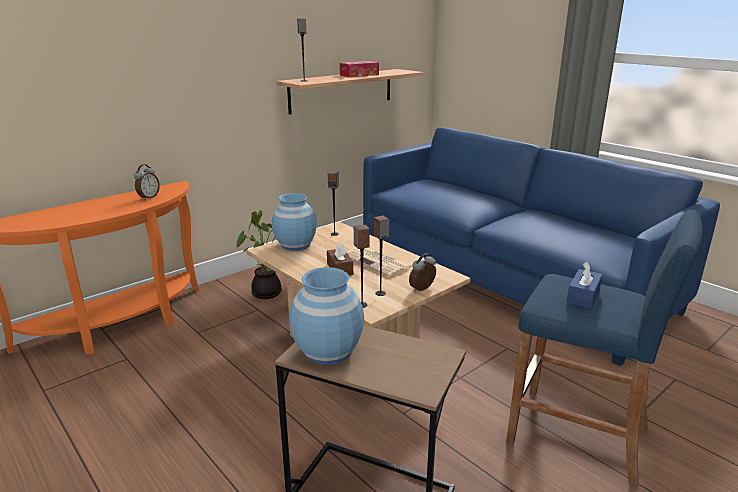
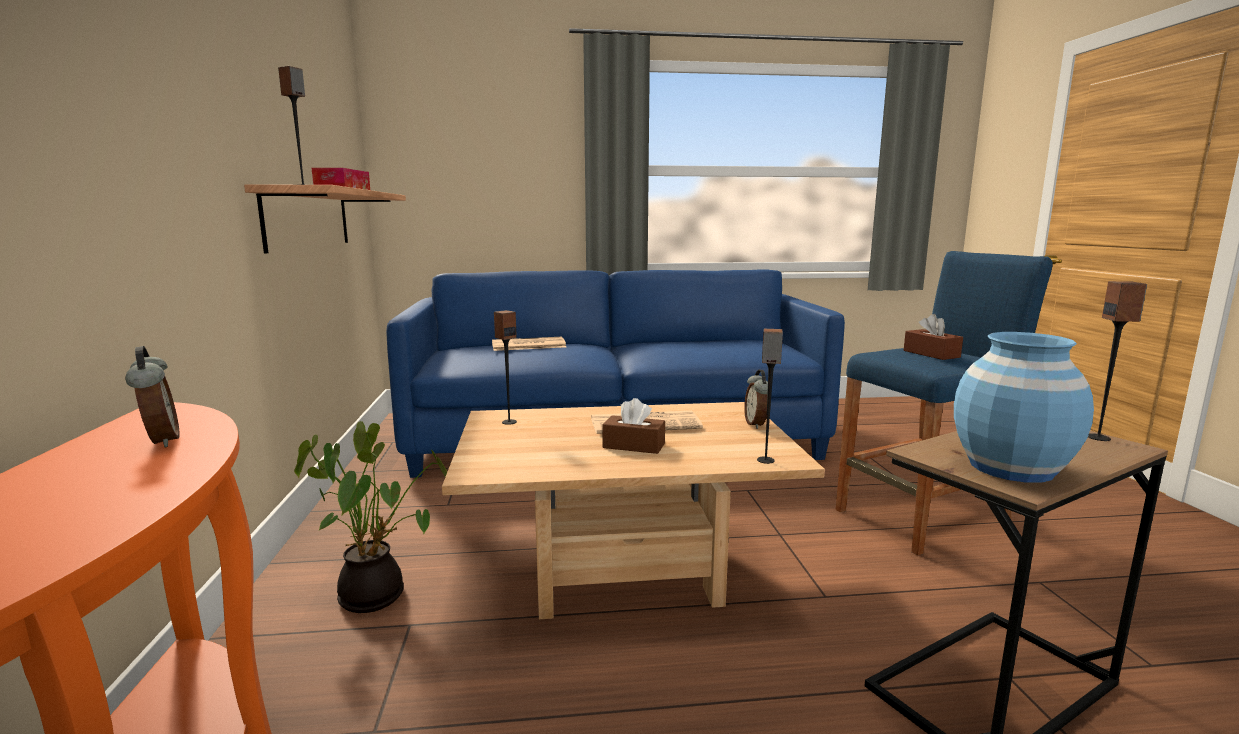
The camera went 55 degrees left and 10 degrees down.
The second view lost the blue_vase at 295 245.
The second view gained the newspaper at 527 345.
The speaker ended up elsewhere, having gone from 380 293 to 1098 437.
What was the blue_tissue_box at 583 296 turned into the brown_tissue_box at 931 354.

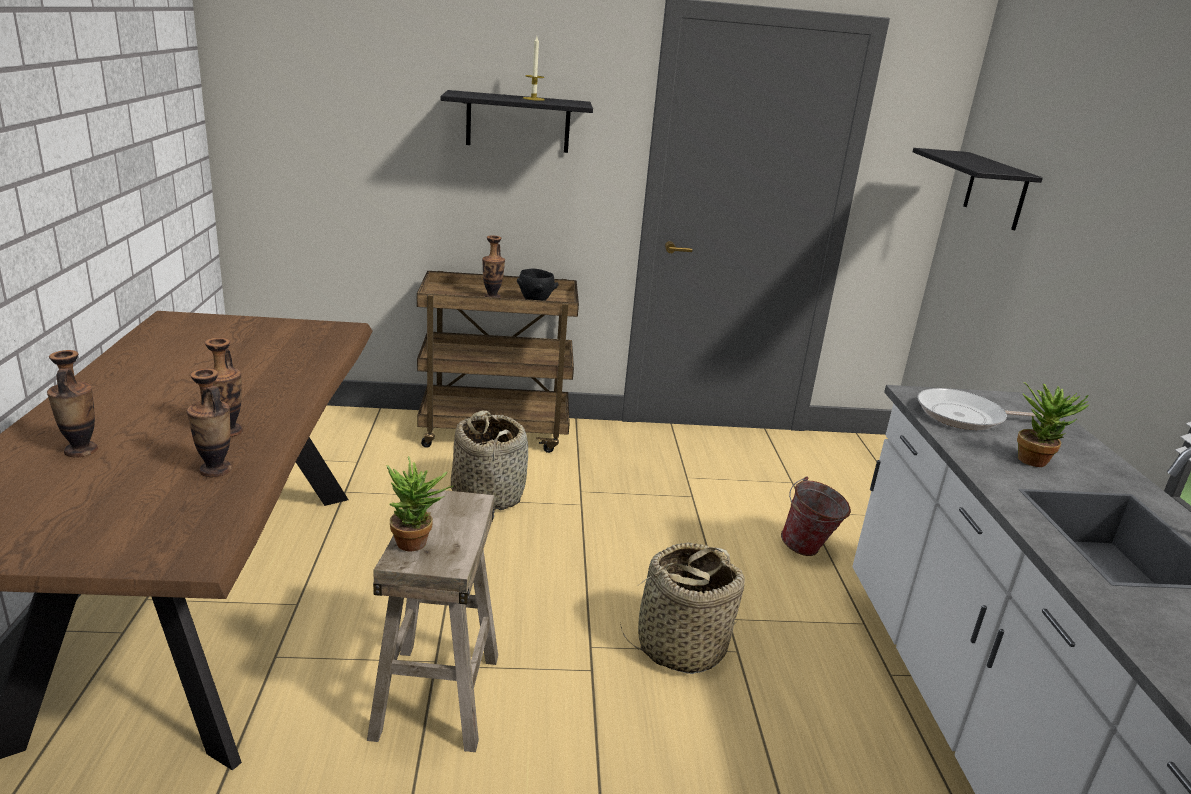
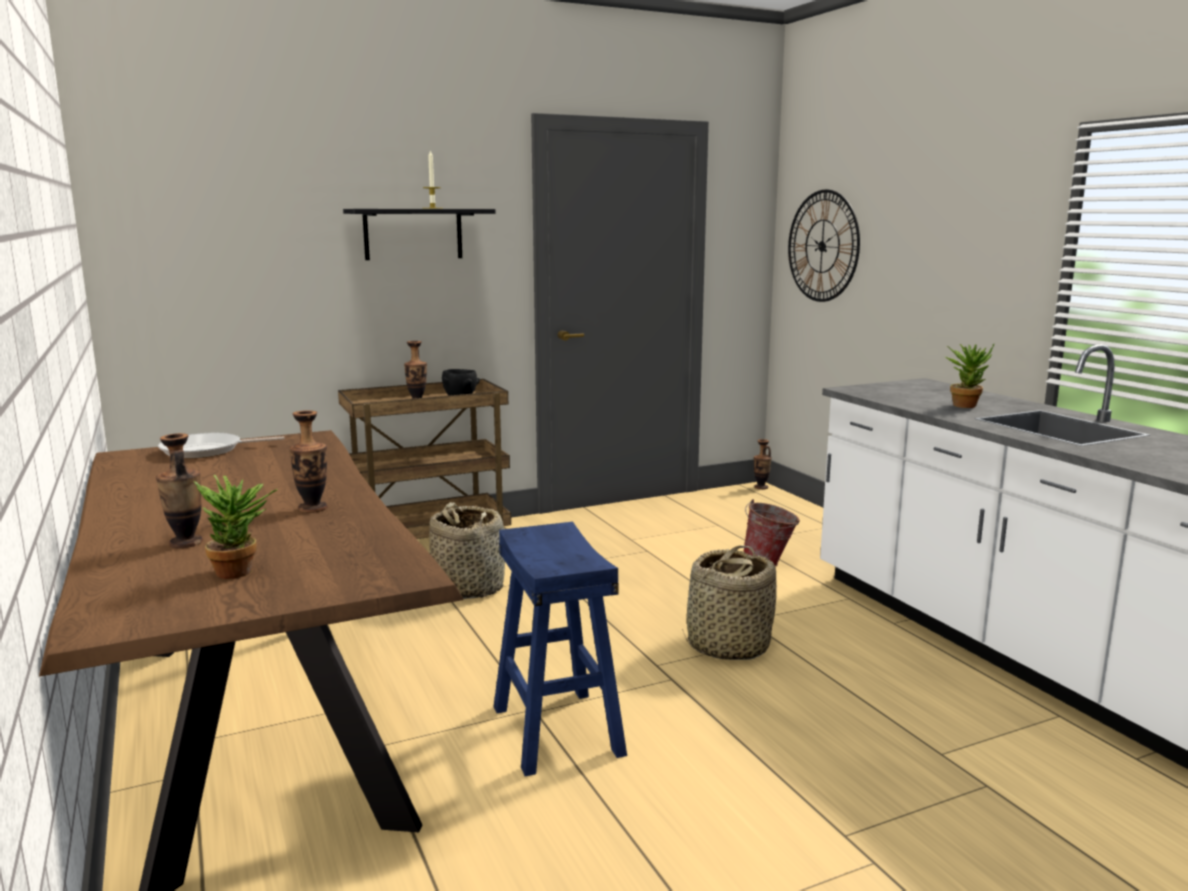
The camera went 20 degrees left and 10 degrees down.
The vase ended up elsewhere, having gone from 215 470 to 761 487.
The potted_plant ended up elsewhere, having gone from 417 544 to 242 572.
The frying_pan ended up elsewhere, having gone from 965 416 to 207 451.
Where the black_shelf hung at 995 191, the wall_clock came to hang at 822 246.
What was the beige_stool at 438 695 turned into the blue_stool at 558 730.

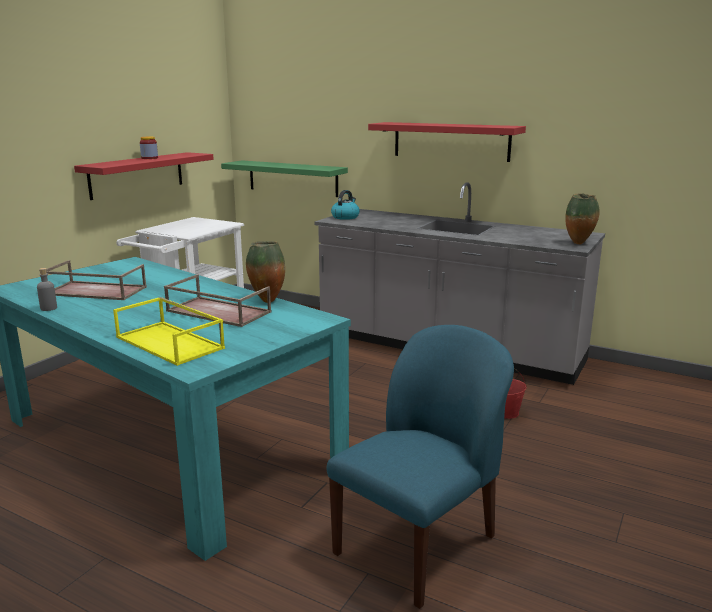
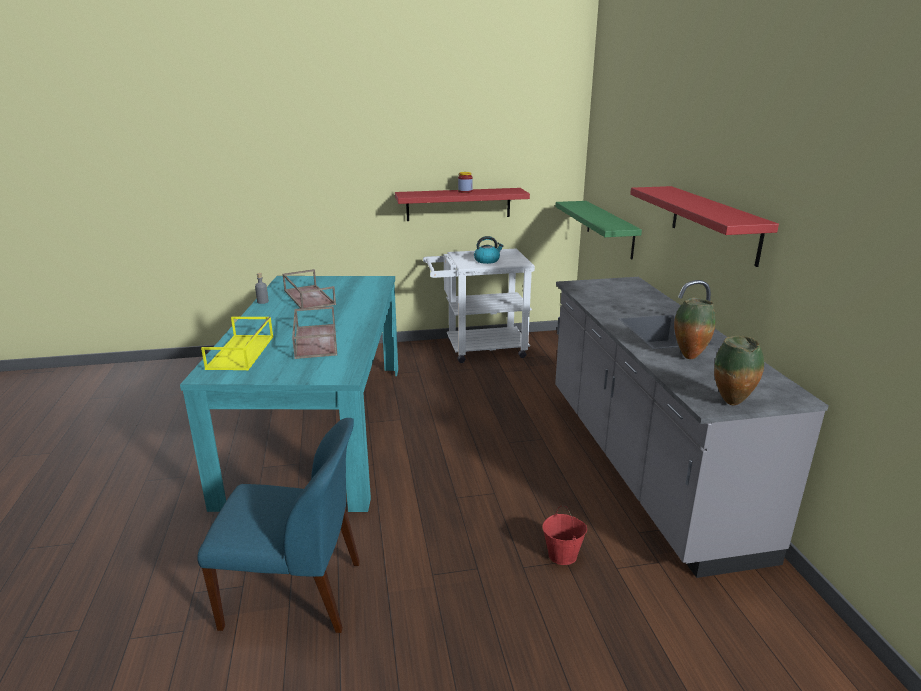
The camera went 50 degrees right and 5 degrees up.
The vase ended up elsewhere, having gone from 266 301 to 688 356.
The kettle ended up elsewhere, having gone from 345 217 to 487 260.

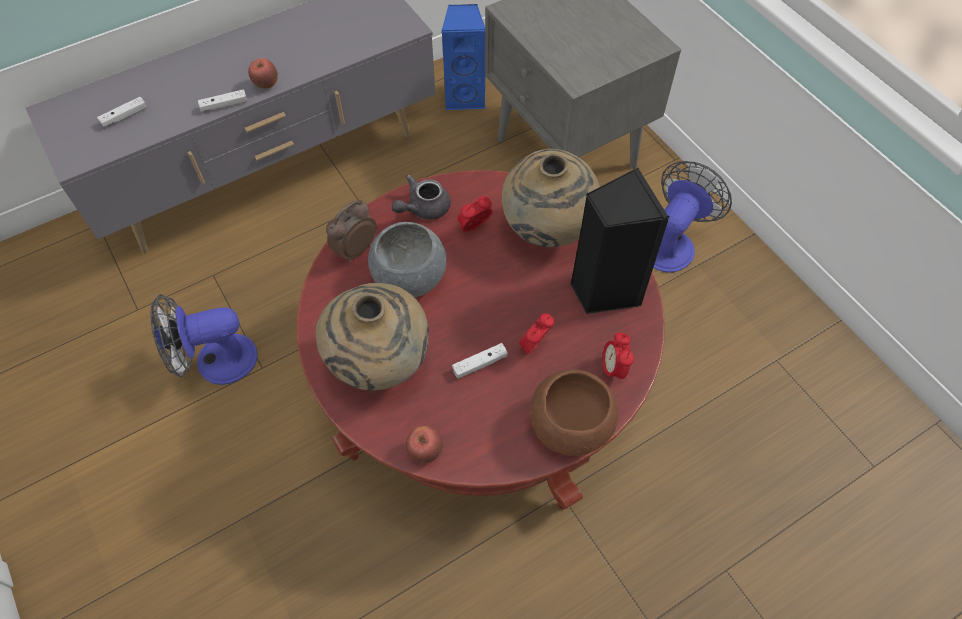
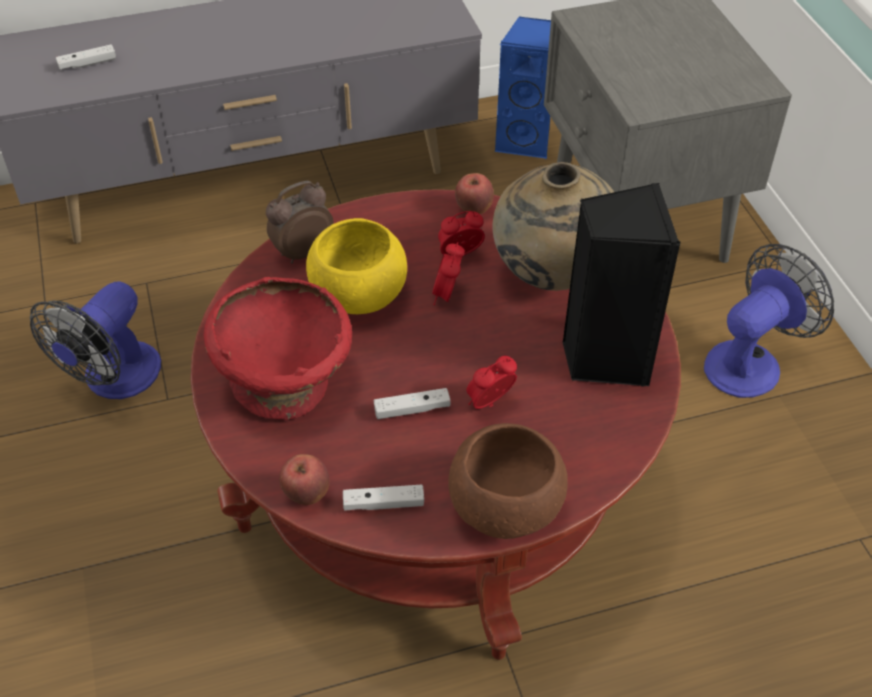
The camera went 15 degrees right and 10 degrees down.
The second view lost the grey_teapot at 423 208.
The white_game_controller ended up elsewhere, having gone from 224 105 to 383 504.
The apple ended up elsewhere, having gone from 266 84 to 474 209.
The alarm_clock ended up elsewhere, having gone from 613 369 to 447 295.
Where the beige_vase stood at 380 364, the red_bowl came to stand at 287 383.
What was the grey_bowl at 409 277 turned into the yellow_bowl at 358 294.
The fan at 215 362 ended up facing another way, 60 degrees counterclockwise from before.

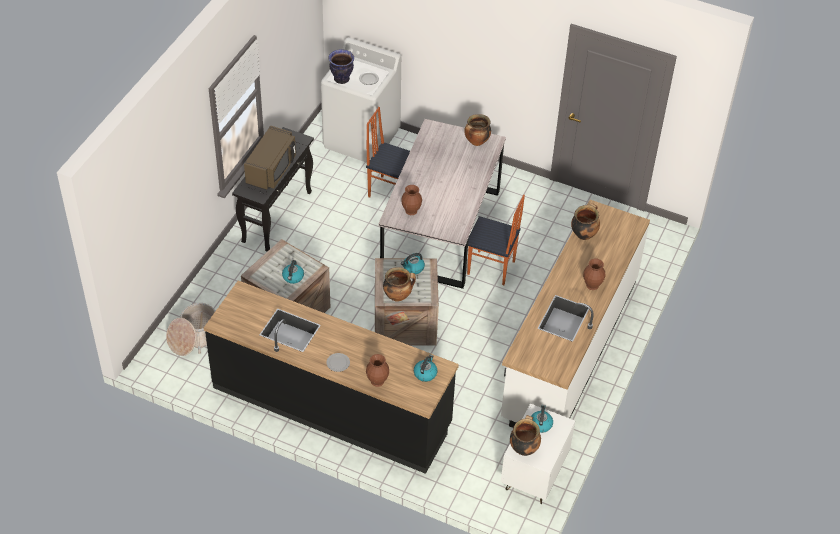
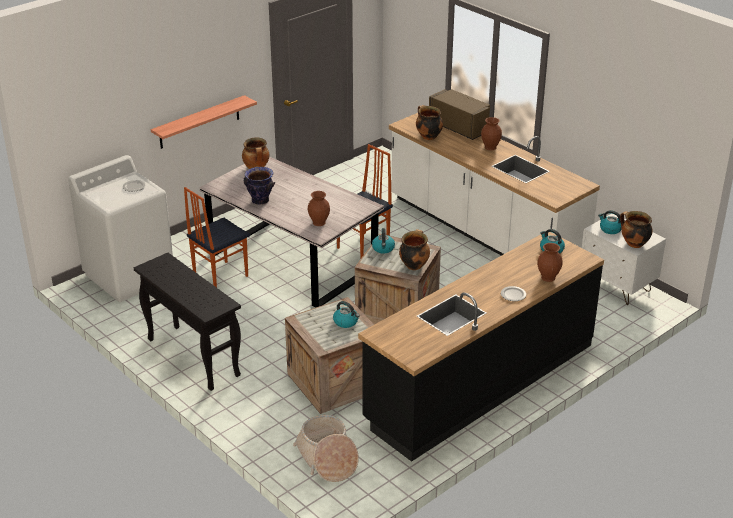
The camera went 65 degrees left and 15 degrees down.
The second view gained the shelf at 199 122.
The brown_microwave ended up elsewhere, having gone from 272 169 to 459 127.
The vase ended up elsewhere, having gone from 341 79 to 260 201.

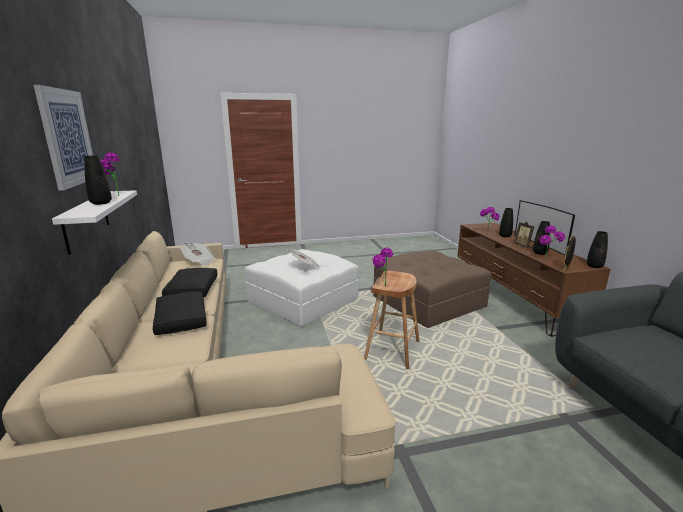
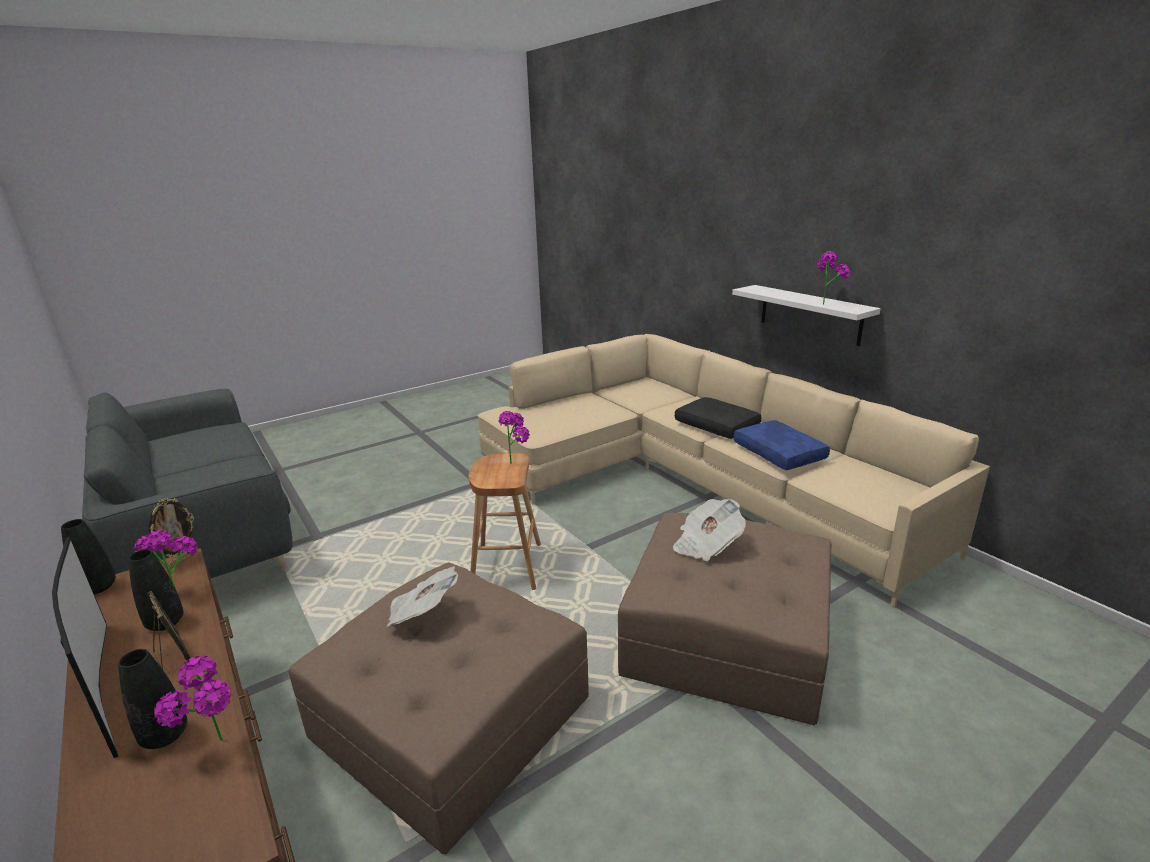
The camera went 160 degrees right and 5 degrees up.
The second view lost the picture at 67 137.
The second view lost the black_vase at 101 203.
The newspaper ended up elsewhere, having gone from 199 262 to 423 612.
What was the black_pillow at 191 289 turned into the blue_pillow at 780 453.
What was the white_ottoman at 303 299 turned into the brown_ottoman at 726 636.

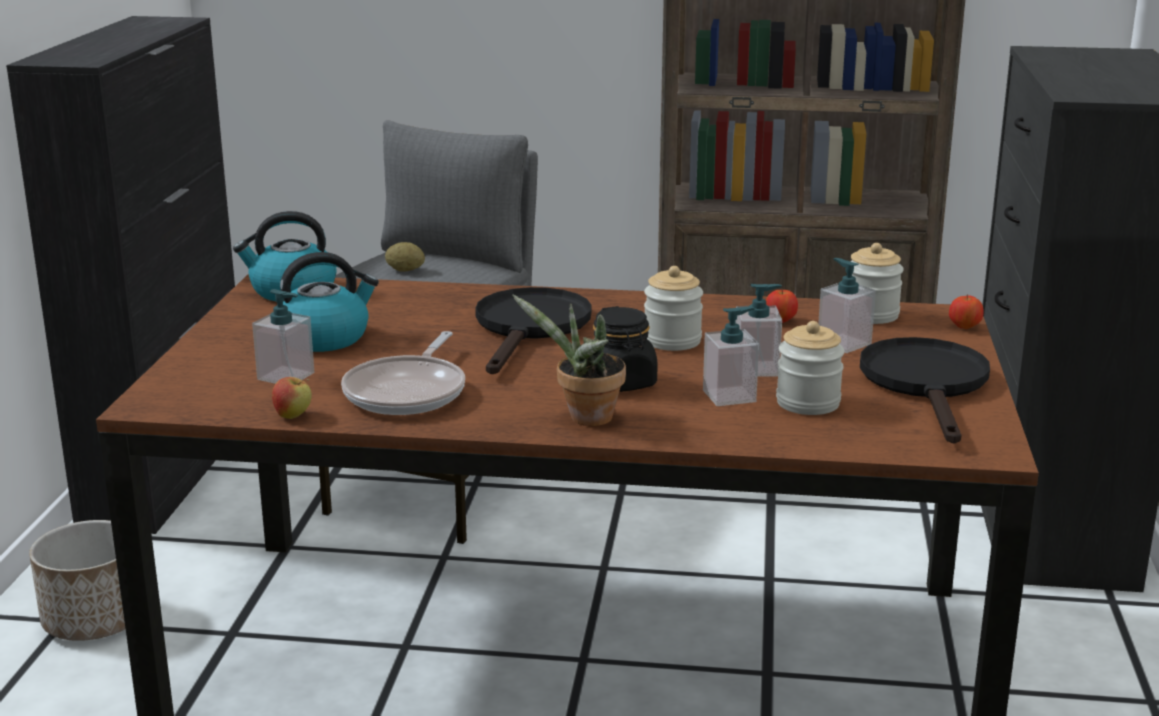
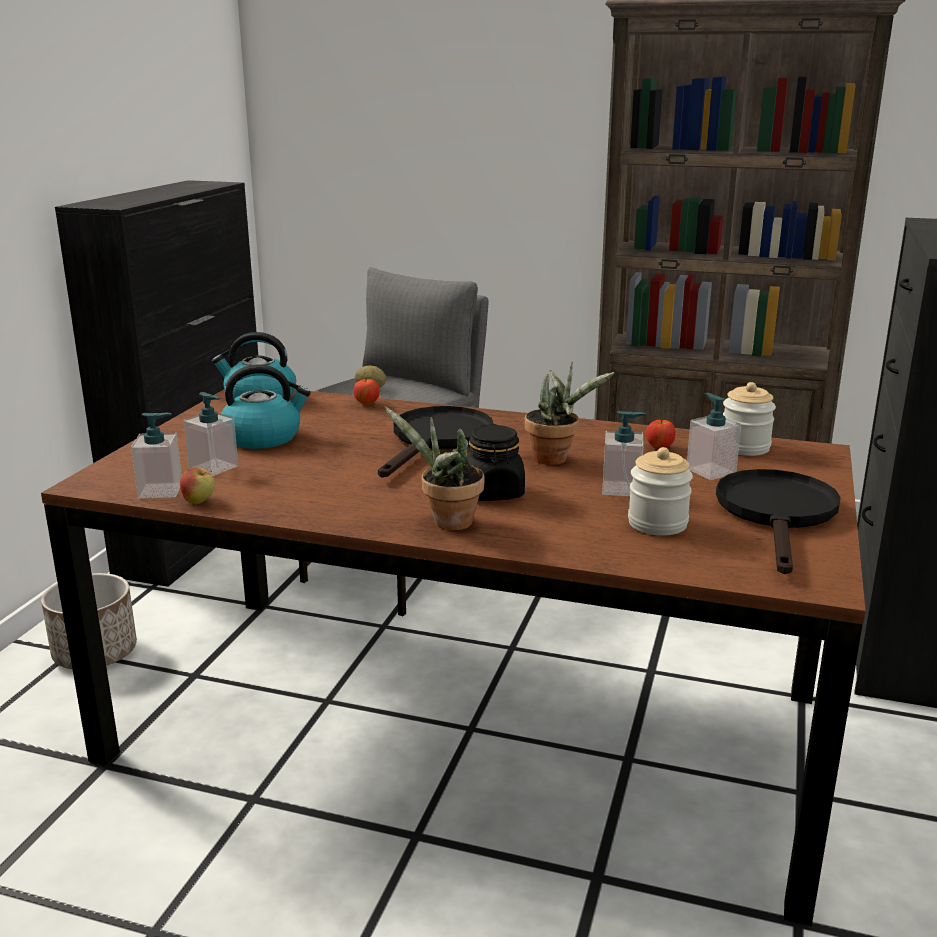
The camera went 10 degrees right and 0 degrees up.
The second view lost the frying_pan at 408 392.
The soap_dispenser ended up elsewhere, having gone from 729 396 to 161 490.
The apple ended up elsewhere, having gone from 964 327 to 367 404.
Where the jar stood at 672 341, the potted_plant came to stand at 555 459.

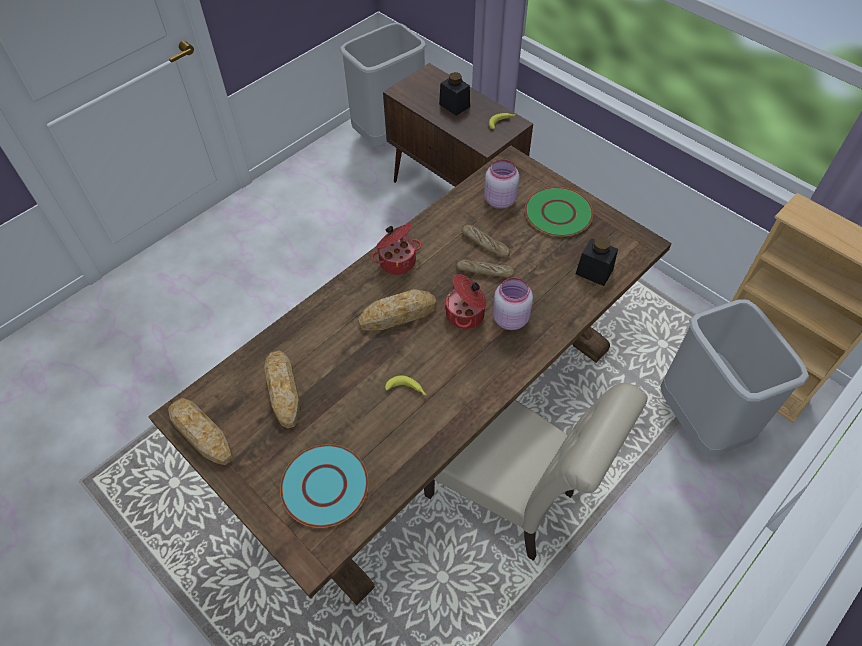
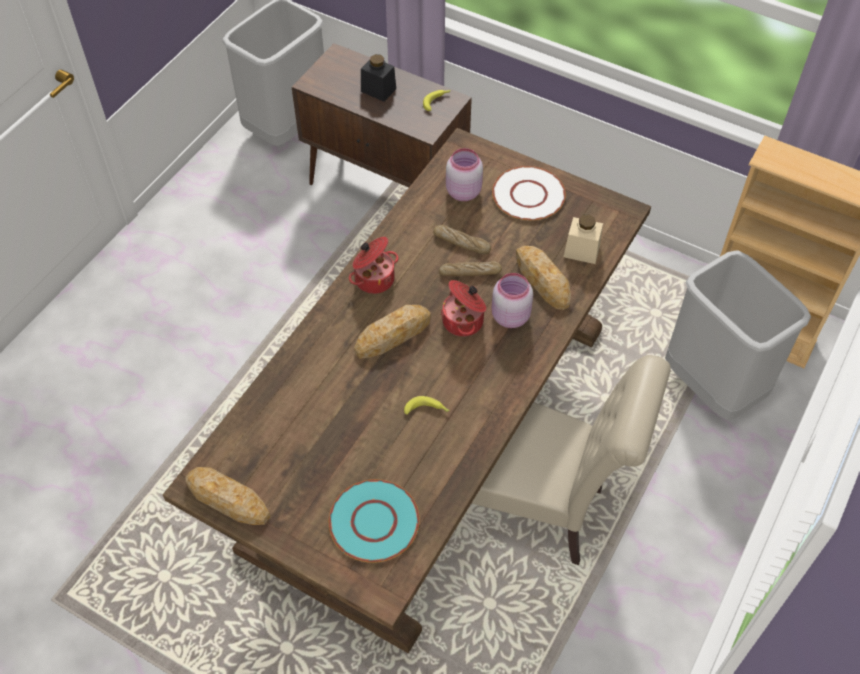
The camera went 15 degrees left and 0 degrees up.
The bread ended up elsewhere, having gone from 283 390 to 542 279.
What was the green_plate at 558 213 turned into the white_plate at 529 195.
What was the black_jar at 594 271 turned into the beige_jar at 581 251.

